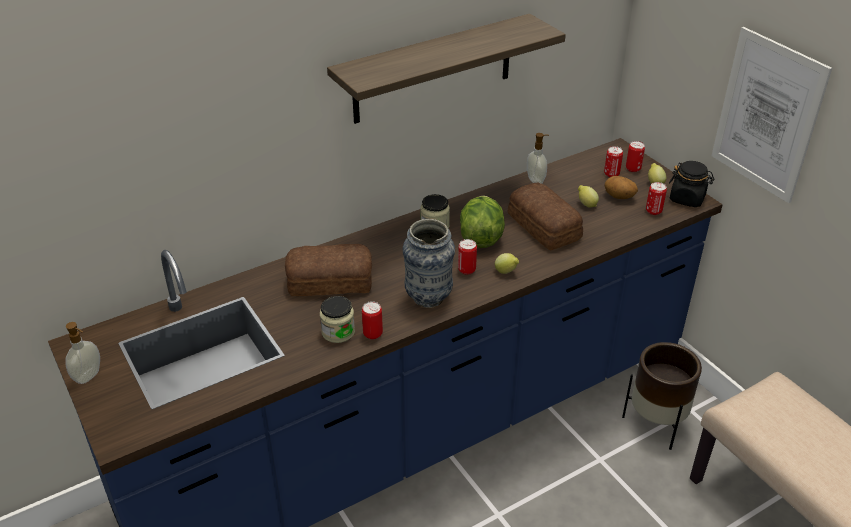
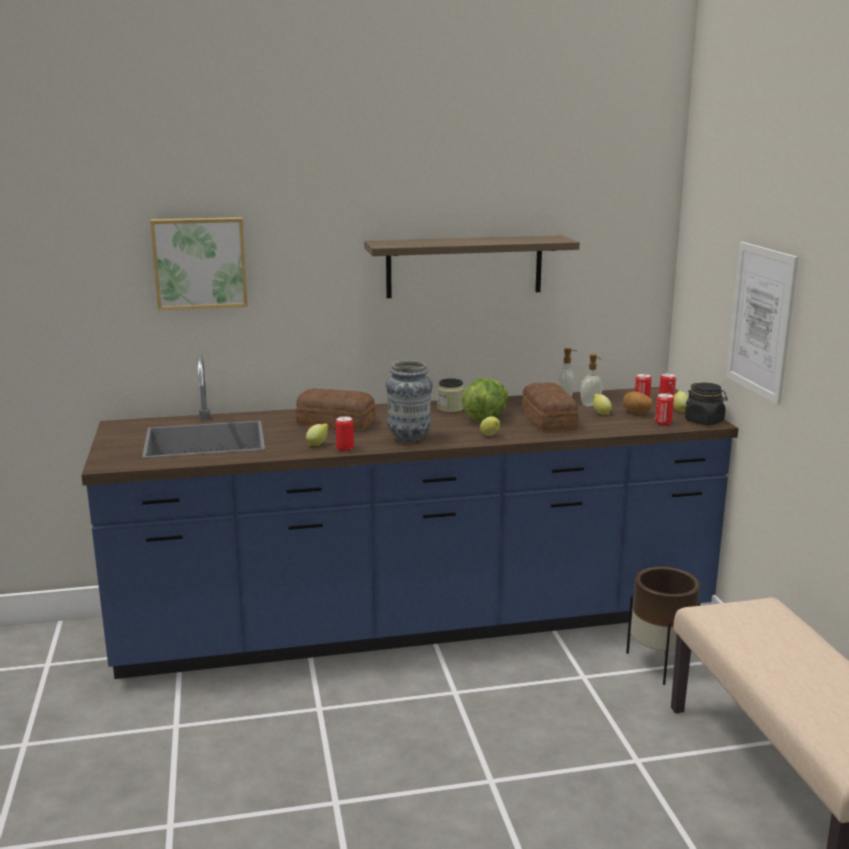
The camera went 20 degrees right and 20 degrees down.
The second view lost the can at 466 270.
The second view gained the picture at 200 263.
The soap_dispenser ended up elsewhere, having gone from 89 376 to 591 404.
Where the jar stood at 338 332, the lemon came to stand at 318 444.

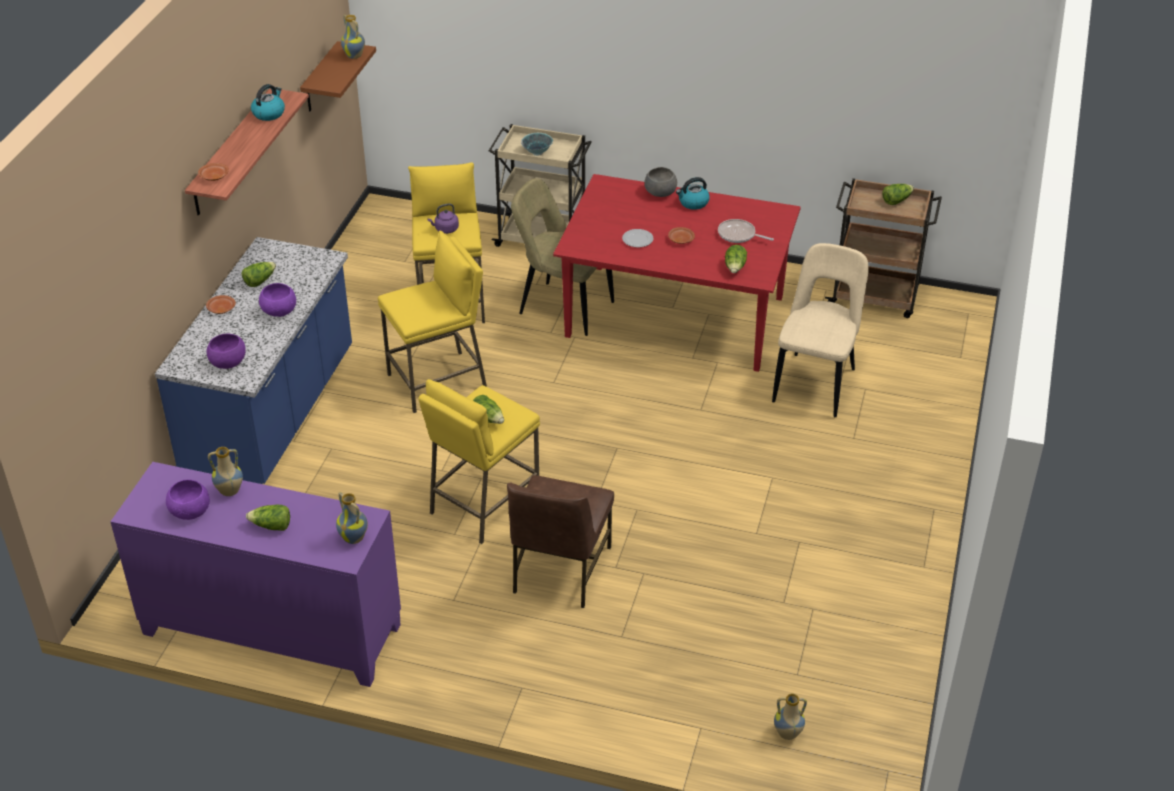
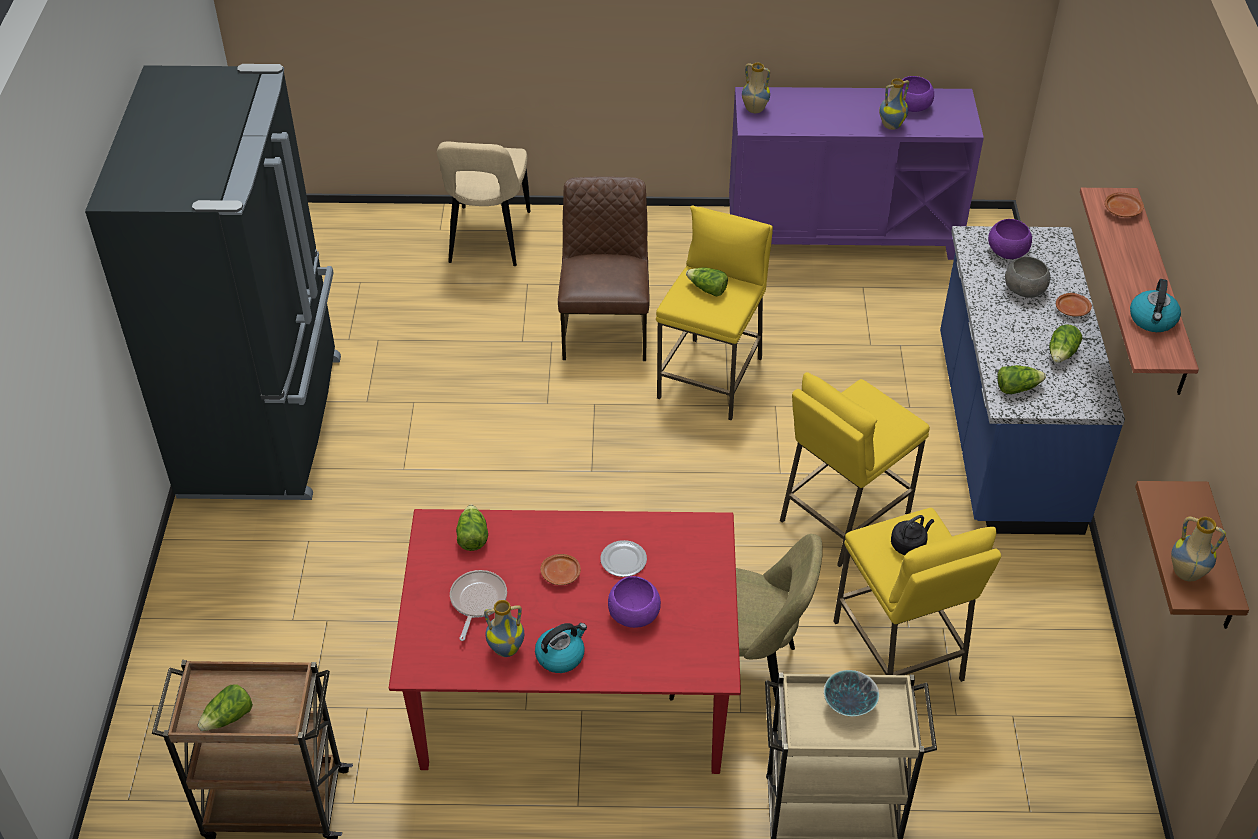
The camera went 165 degrees right and 5 degrees up.
The second view gained the black_fridge at 266 424.
The lettuce ended up elsewhere, having gone from 271 526 to 1017 388.
The purple_bowl ended up elsewhere, having gone from 279 310 to 633 614.
The grey_bowl ended up elsewhere, having gone from 660 192 to 1025 289.
The beige_chair ended up elsewhere, having gone from 815 382 to 488 240.
The vase ended up elsewhere, having gone from 787 734 to 506 648.
What was the purple_kettle at 445 229 turned into the black_kettle at 909 544.
The frying_pan at 738 235 ended up facing another way, 90 degrees counterclockwise from before.

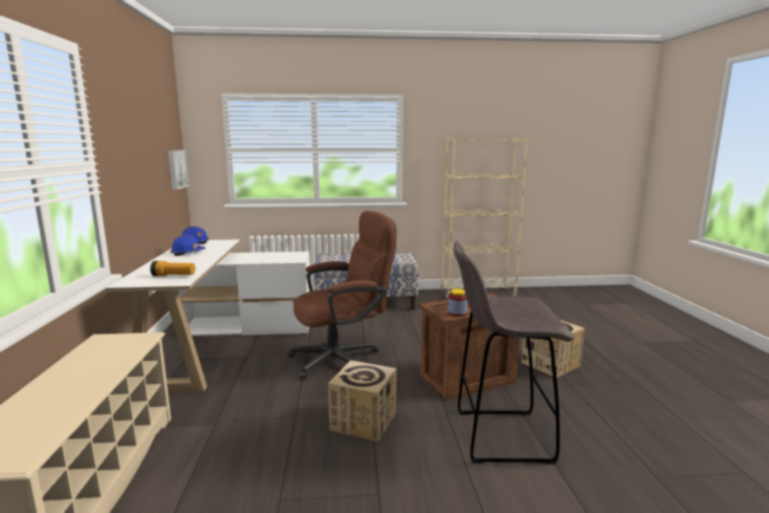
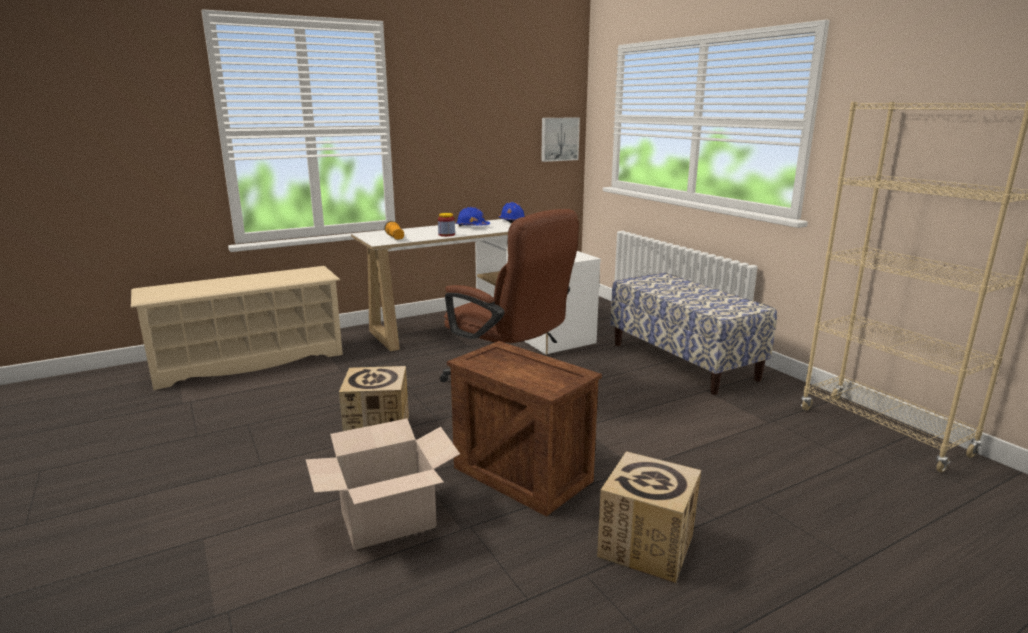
The camera went 65 degrees right and 5 degrees up.
The jar ended up elsewhere, having gone from 457 313 to 446 235.
Where the grey_stool stood at 499 436, the cardboard_box came to stand at 388 519.

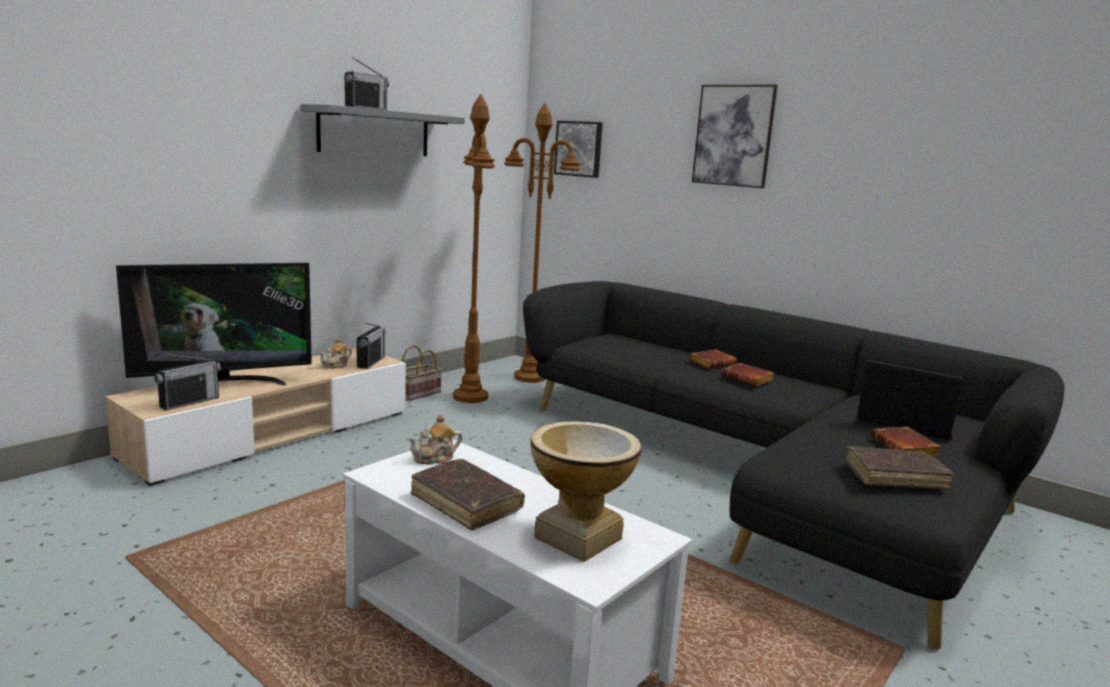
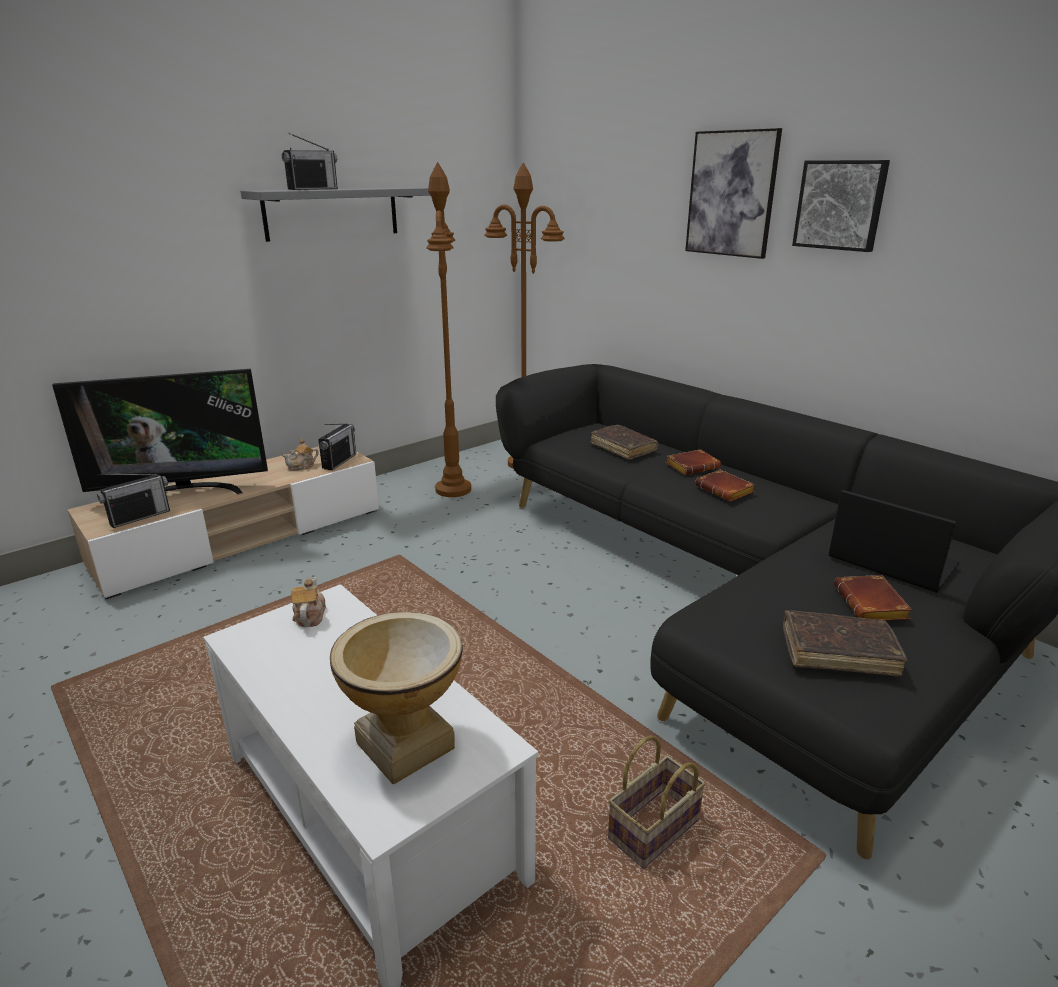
The camera went 10 degrees right and 10 degrees up.
The basket ended up elsewhere, having gone from 418 394 to 653 832.
The brown_book ended up elsewhere, having gone from 466 503 to 623 448.
The picture ended up elsewhere, having gone from 579 149 to 840 205.
The teapot at 435 458 ended up facing another way, 105 degrees clockwise from before.

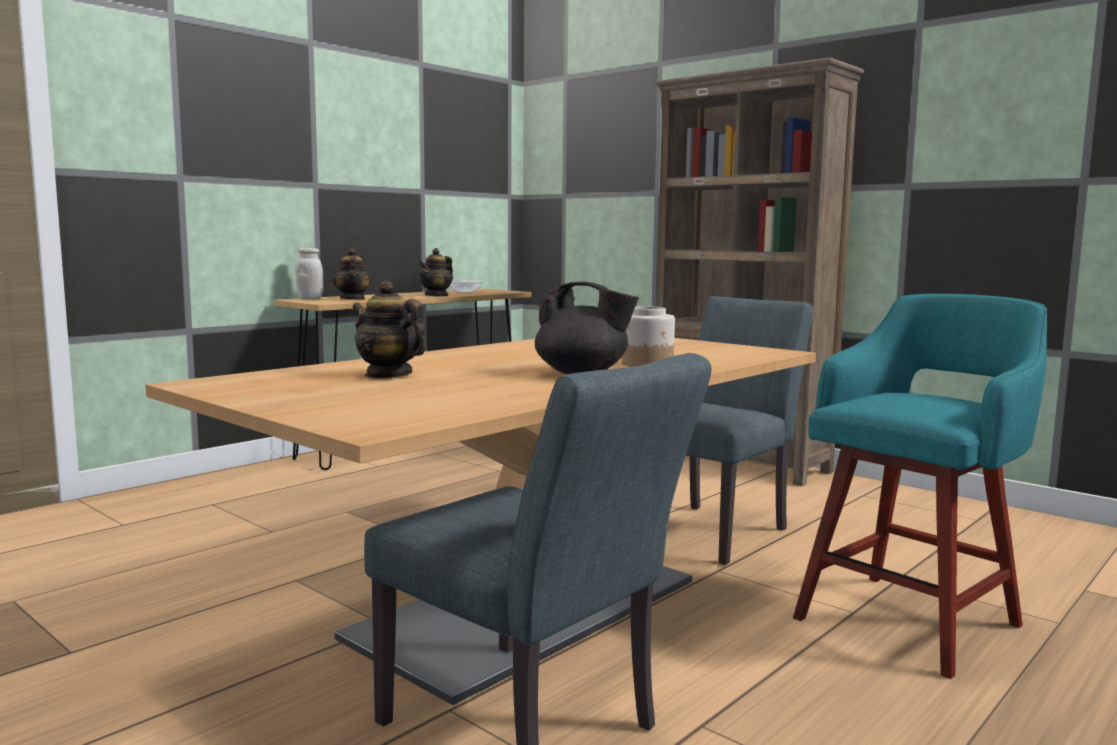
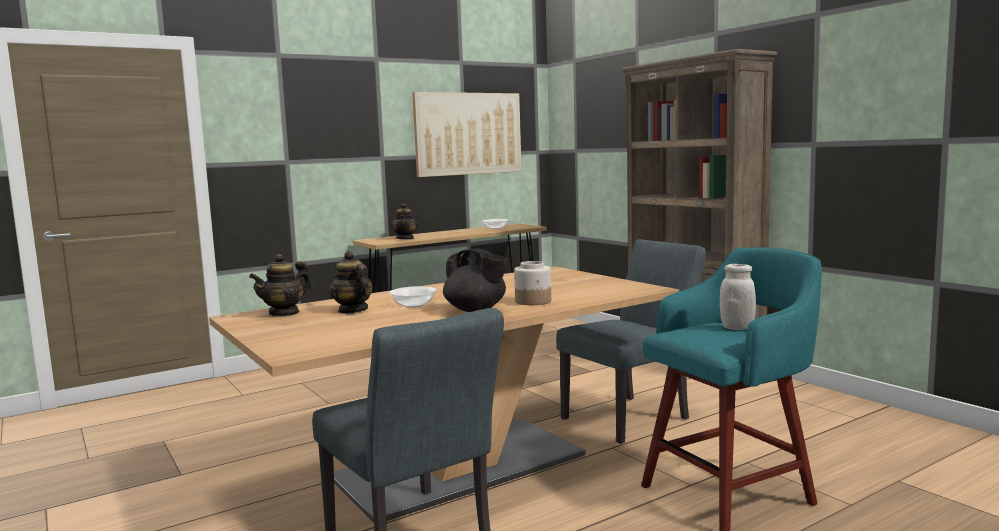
The camera went 15 degrees right and 0 degrees up.
The second view gained the bowl at 414 305.
The second view gained the picture at 468 133.
The white_jar ended up elsewhere, having gone from 310 299 to 737 328.
The teapot ended up elsewhere, having gone from 436 295 to 284 313.

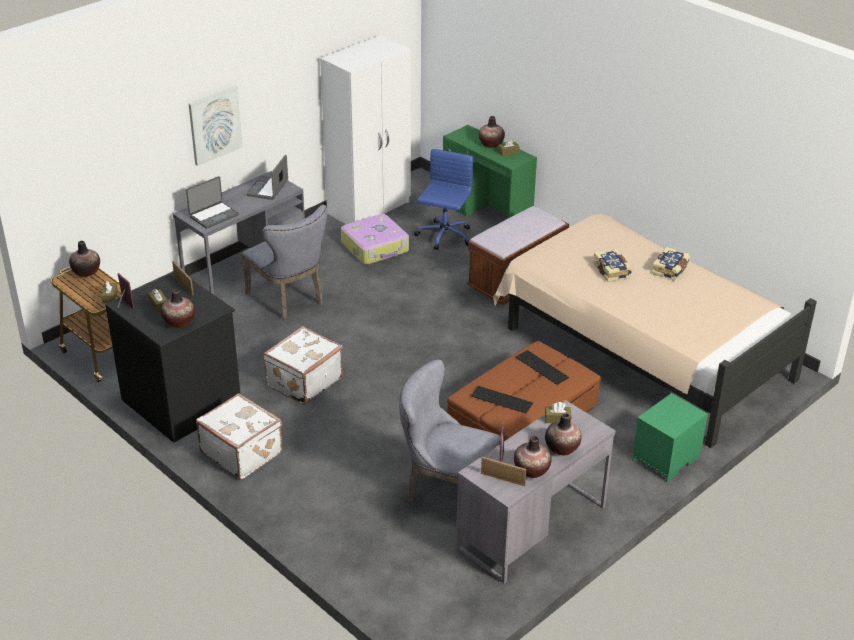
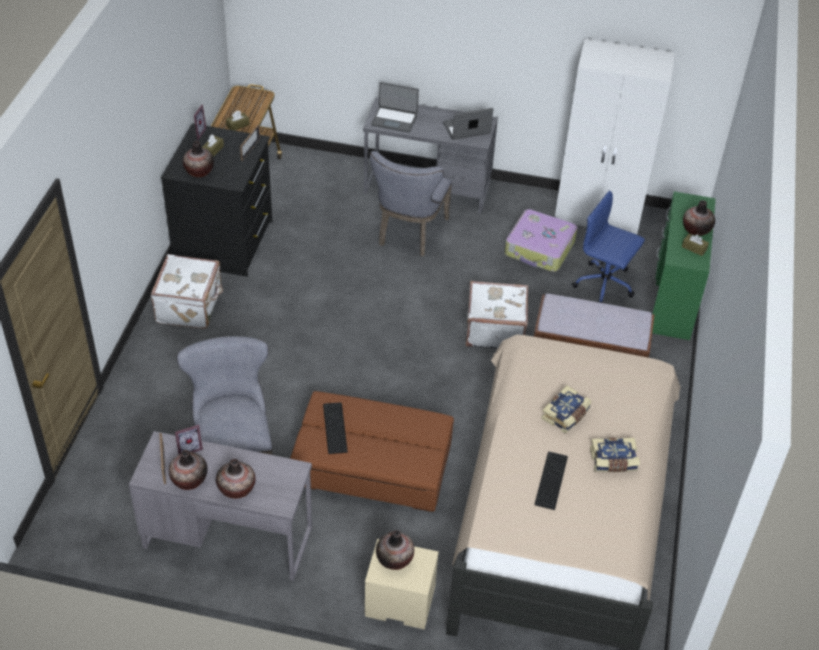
The camera went 55 degrees right and 10 degrees up.
The second view lost the picture at 215 125.
The second view lost the brown_tissue_box at 557 419.
The vase ended up elsewhere, having gone from 86 272 to 395 559.
The white_suitcase ended up elsewhere, having gone from 303 381 to 494 329.
The keyboard ended up elsewhere, having gone from 541 368 to 549 481.
What was the green_nightstand at 666 459 turned into the beige_nightstand at 399 602.
The blue_office_chair at 444 236 ended up facing another way, 135 degrees counterclockwise from before.

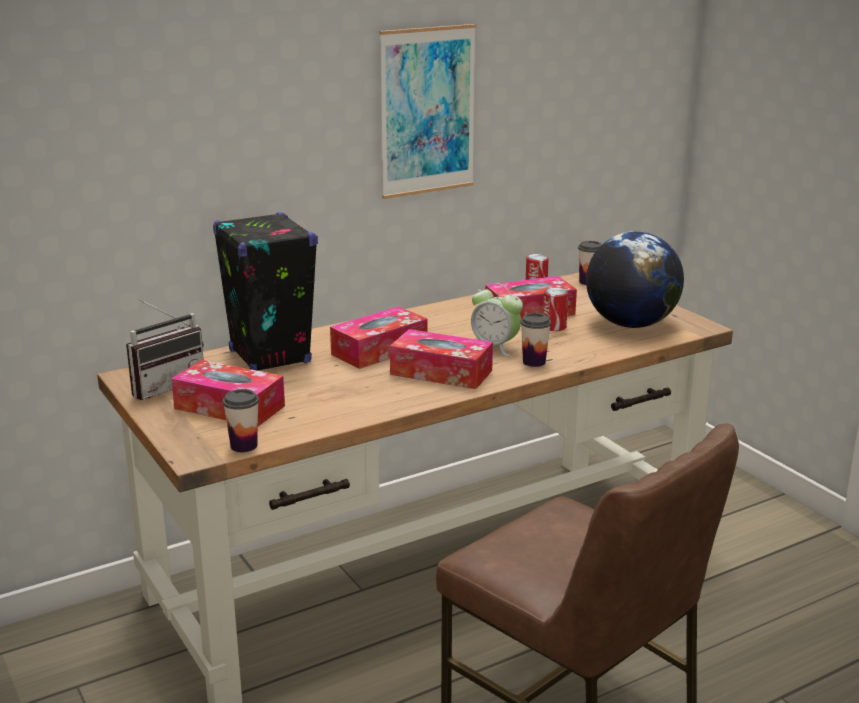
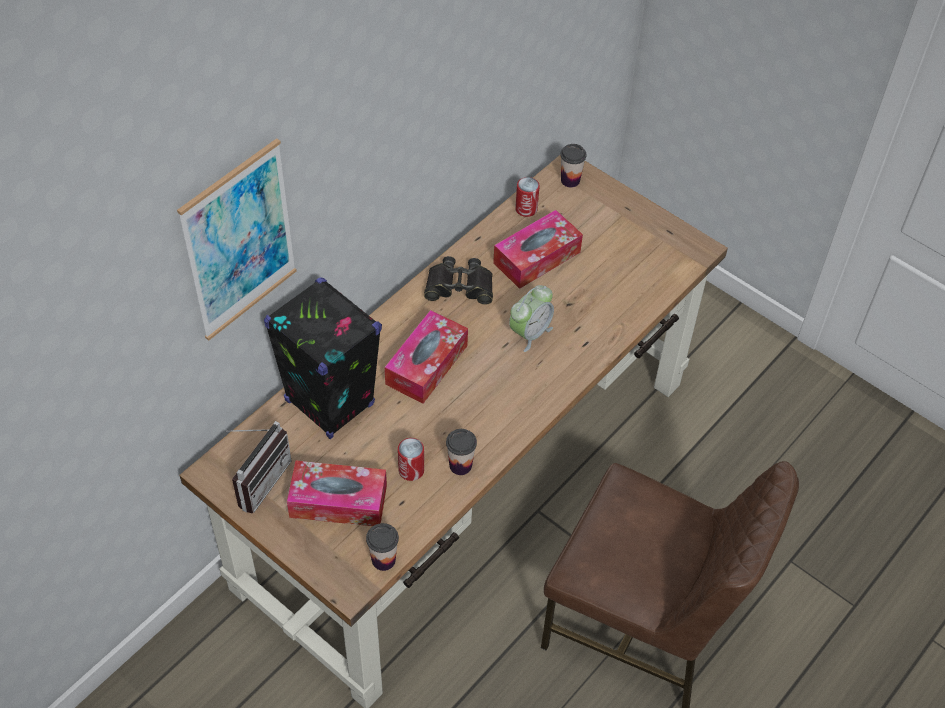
The camera went 20 degrees left and 30 degrees up.
The second view lost the tissue_box at 441 372.
The second view lost the globe at 630 324.
The second view gained the black_binoculars at 459 286.
The picture ended up elsewhere, having gone from 427 111 to 239 241.
The cup ended up elsewhere, having gone from 534 362 to 460 465.
The can ended up elsewhere, having gone from 554 327 to 411 470.
The alarm_clock at 495 347 ended up facing another way, 60 degrees counterclockwise from before.

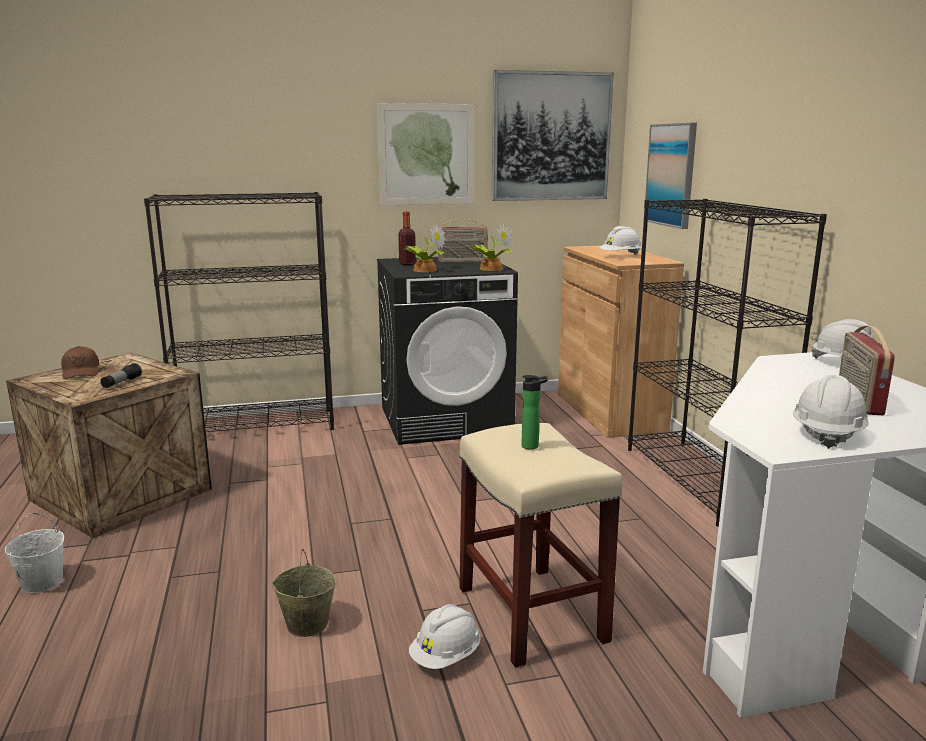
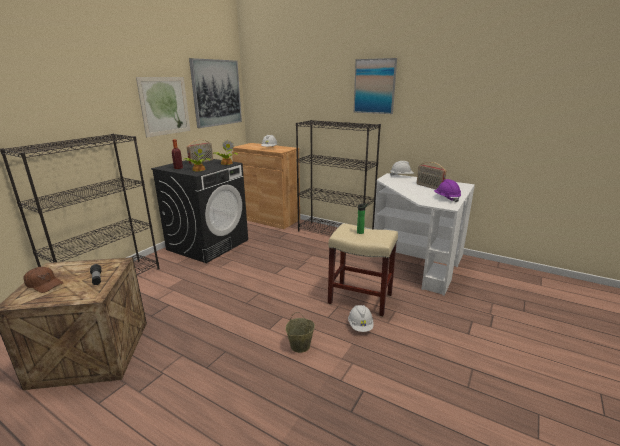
The camera went 45 degrees left and 5 degrees up.
The second view lost the white_bucket at 42 583.
The picture ended up elsewhere, having gone from 671 175 to 374 86.
What was the white_hard_hat at 826 434 turned into the purple_hard_hat at 446 198.

